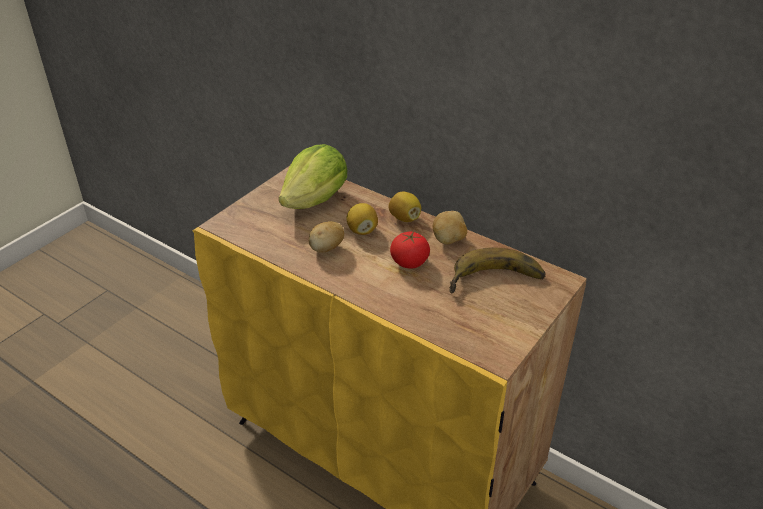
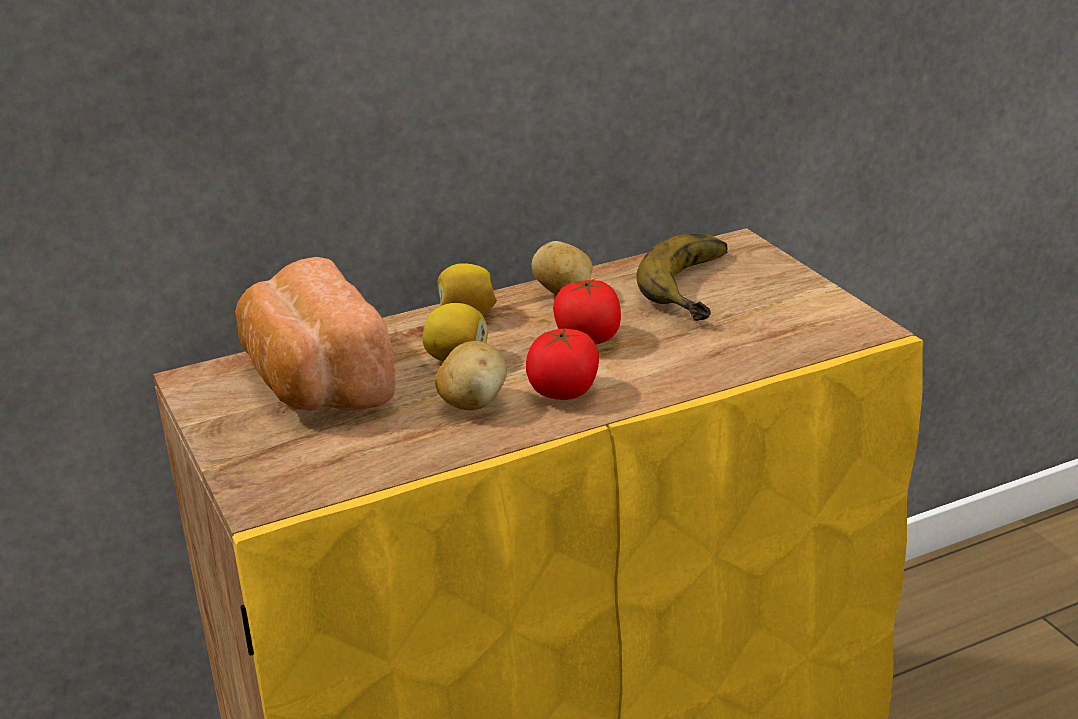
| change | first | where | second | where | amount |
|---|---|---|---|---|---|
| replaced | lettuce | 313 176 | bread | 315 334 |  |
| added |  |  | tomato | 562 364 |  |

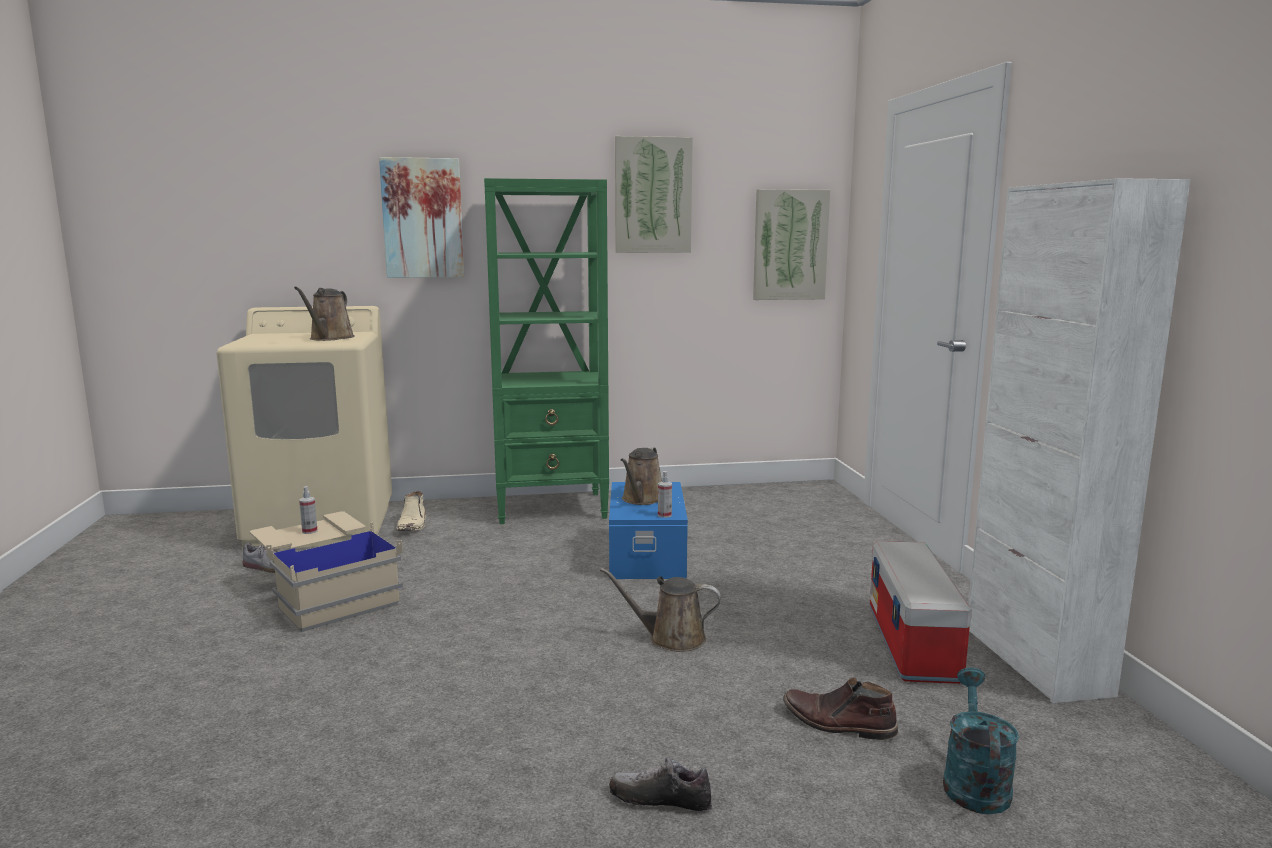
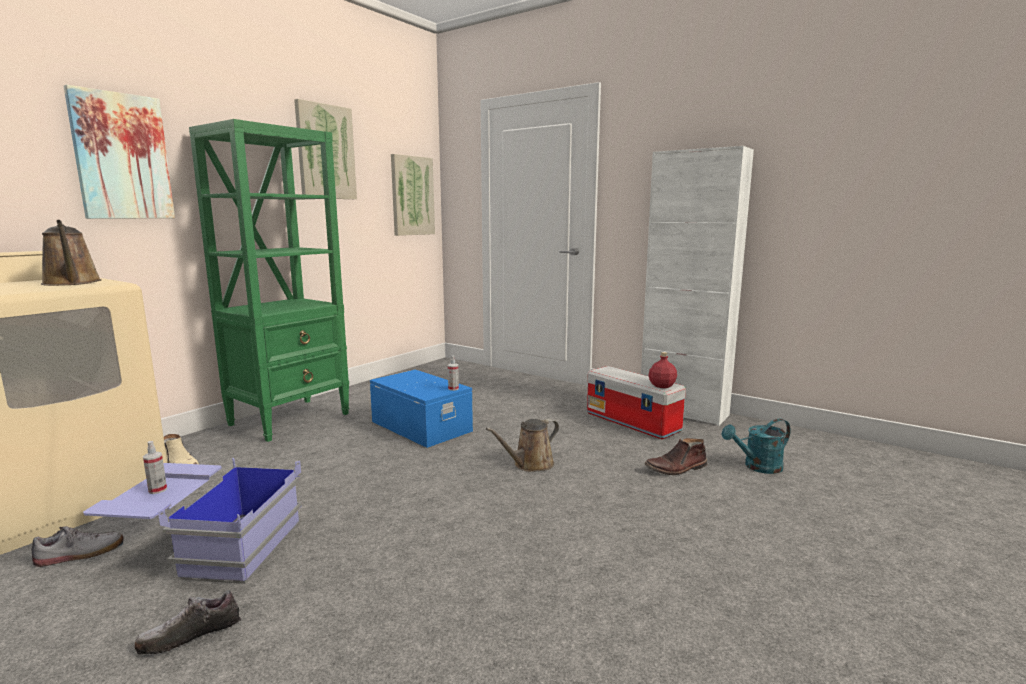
| change | first | where | second | where | amount |
|---|---|---|---|---|---|
| recoloured | storage box (beige) | 326 571 | storage box (blue) | 192 521 |  |
| moved | shoe | 660 784 |  | 188 622 |  |
| removed | watering can (brown) | 641 476 |  |  |  |
| turned | watering can (turquoise) | 981 741 |  | 756 446 | 75 degrees counterclockwise |
| added |  |  | bottle (red) | 663 370 |  |

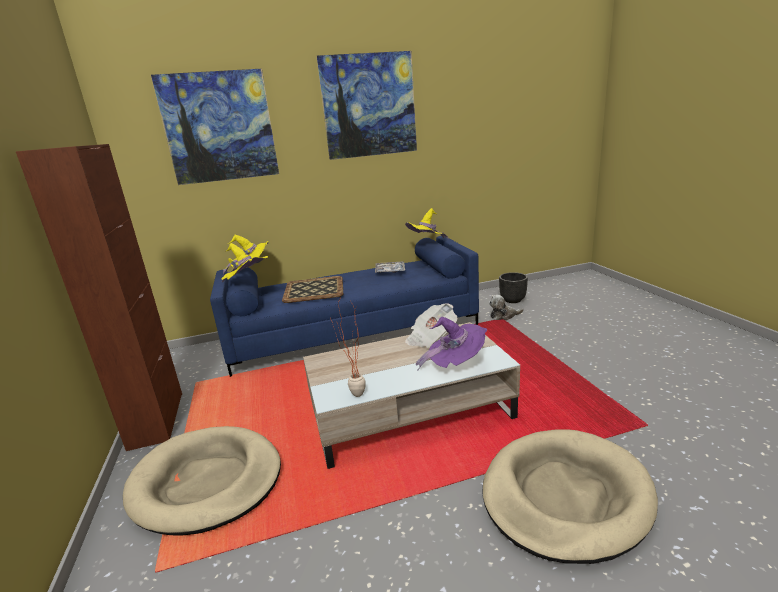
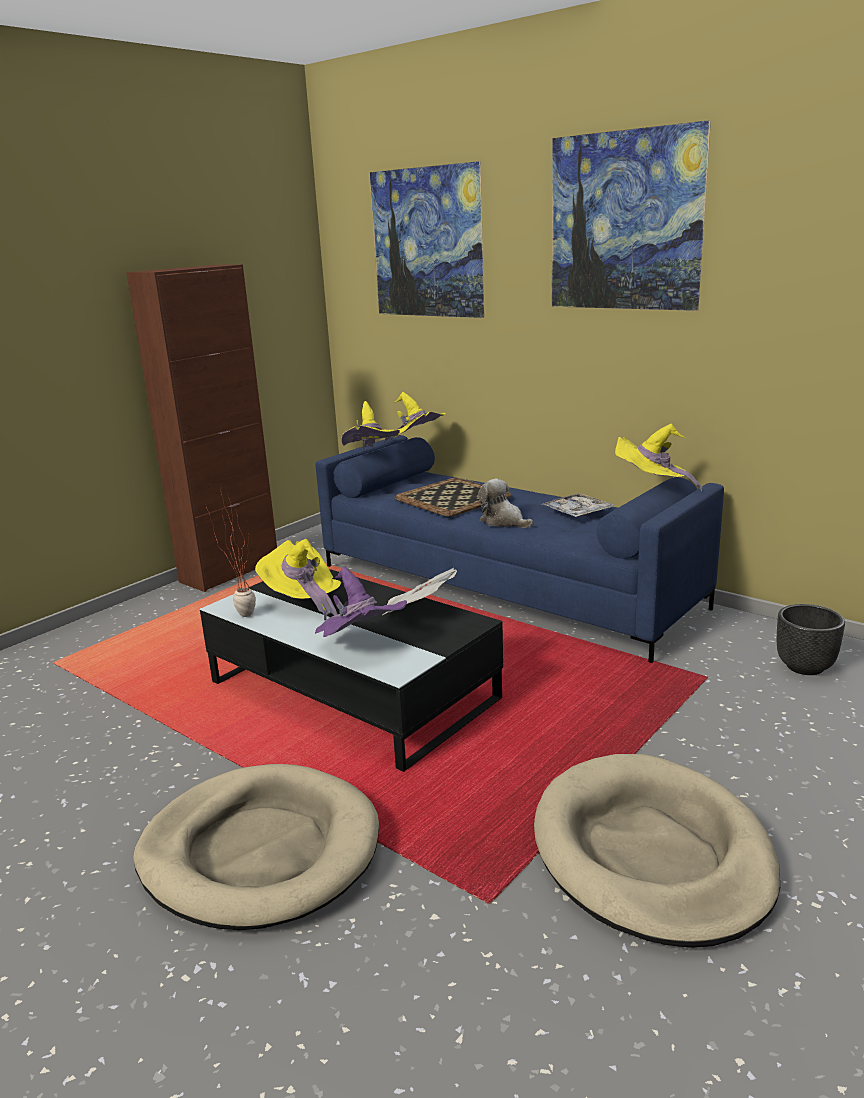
| change | first | where | second | where | amount |
|---|---|---|---|---|---|
| moved | dog bed (beige) | 202 481 |  | 657 851 |  |
| recoloured | coffee table (beige) | 411 395 | coffee table (black) | 351 670 |  |
| moved | plush toy | 506 308 |  | 505 503 |  |
| added |  |  | hat (yellow) | 298 579 |  |

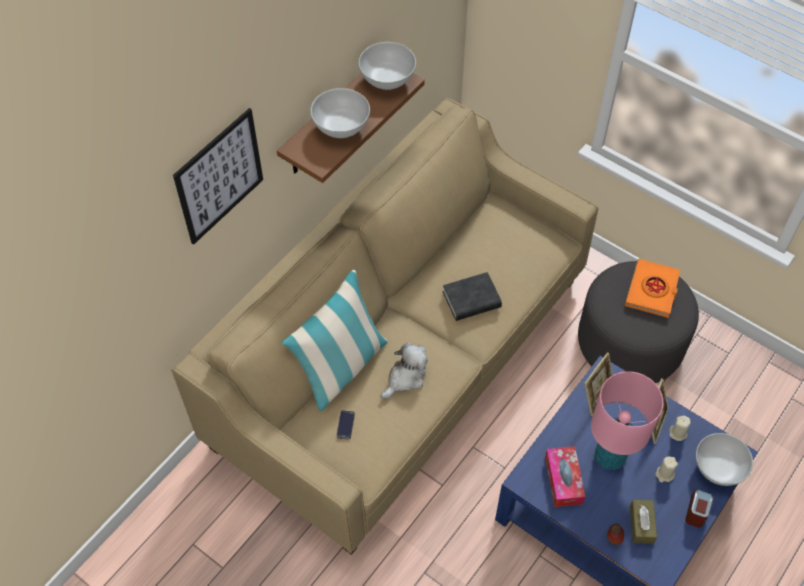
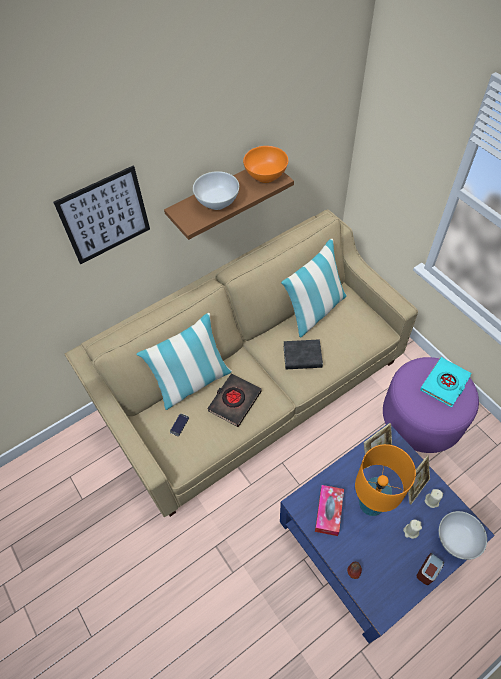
| change | first | where | second | where | amount |
|---|---|---|---|---|---|
| recoloured | bowl (white) | 387 66 | bowl (orange) | 265 164 |  |
| replaced | plush toy | 404 370 | book (black) | 234 400 |  |
| recoloured | ottoman (grey) | 638 322 | ottoman (purple) | 431 405 |  |
| recoloured | table lamp (pink) | 627 420 | table lamp (orange) | 385 480 |  |
| recoloured | book (orange) | 652 288 | book (turquoise) | 446 382 |  |
| removed | tissue box (brown) | 643 522 |  |  |  |
| added |  |  | pillow | 314 288 |  |

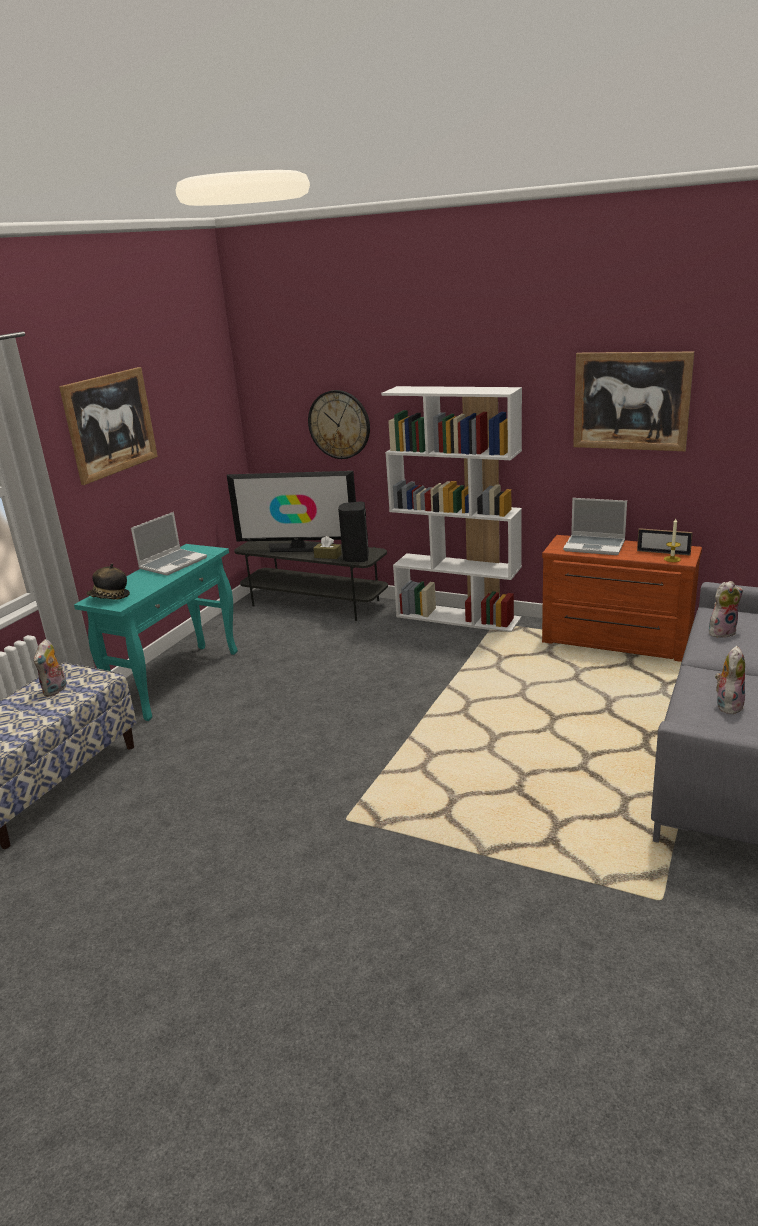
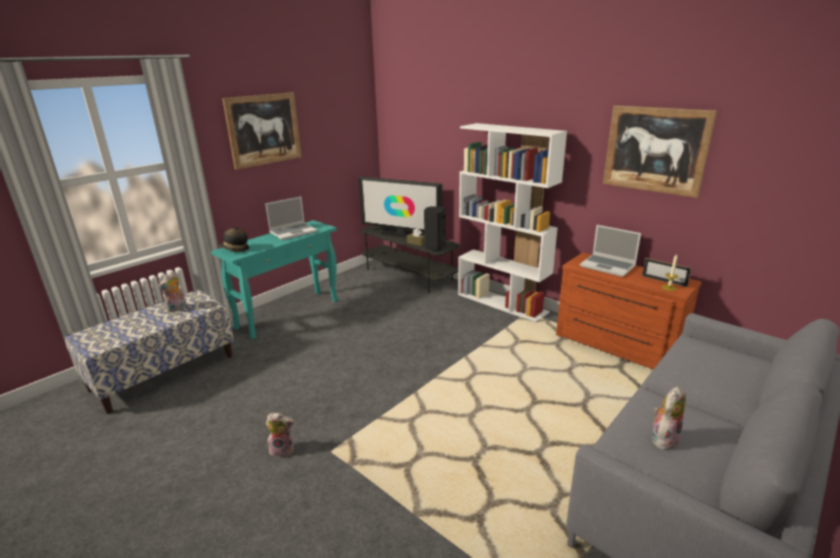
| change | first | where | second | where | amount |
|---|---|---|---|---|---|
| removed | wall clock | 339 424 |  |  |  |
| moved | plush toy | 726 609 |  | 280 435 |  |

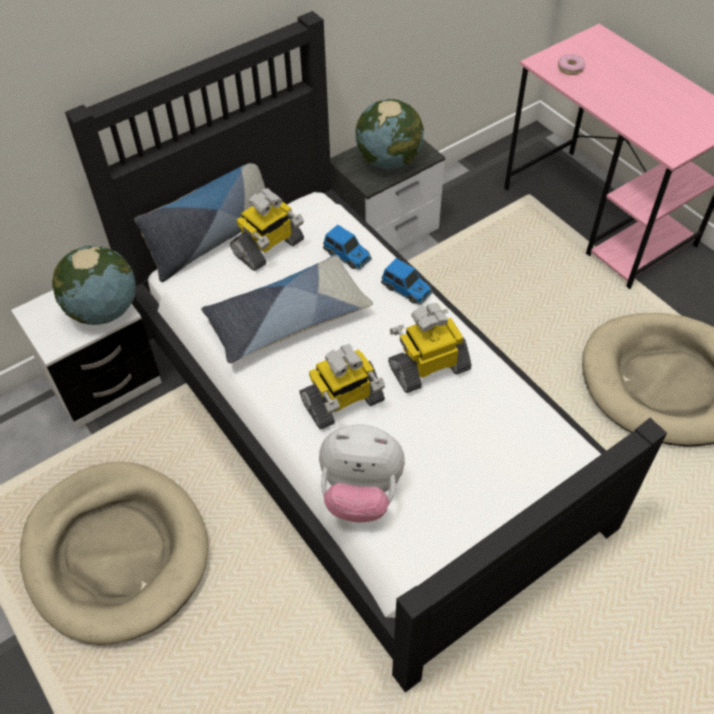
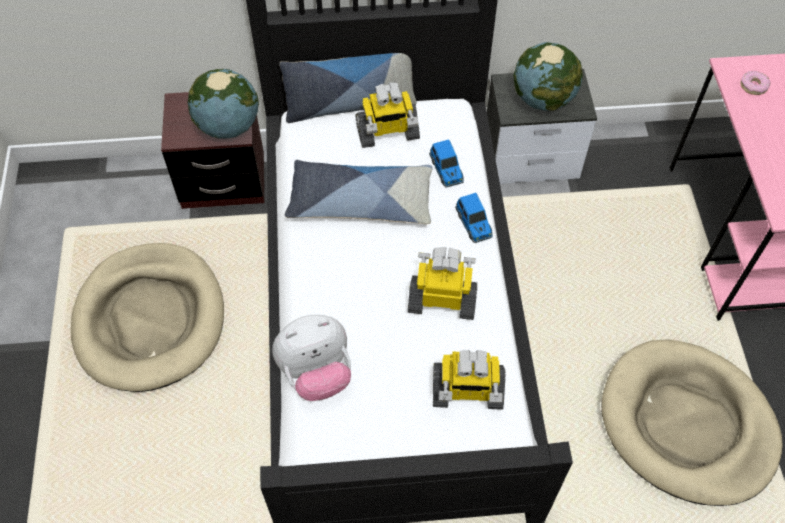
| change | first | where | second | where | amount |
|---|---|---|---|---|---|
| recoloured | nightstand (white) | 86 359 | nightstand (brown) | 212 150 |  |
| moved | toy robot | 342 387 |  | 469 380 |  |
| turned | plush toy | 362 473 |  | 311 358 | 60 degrees counterclockwise |

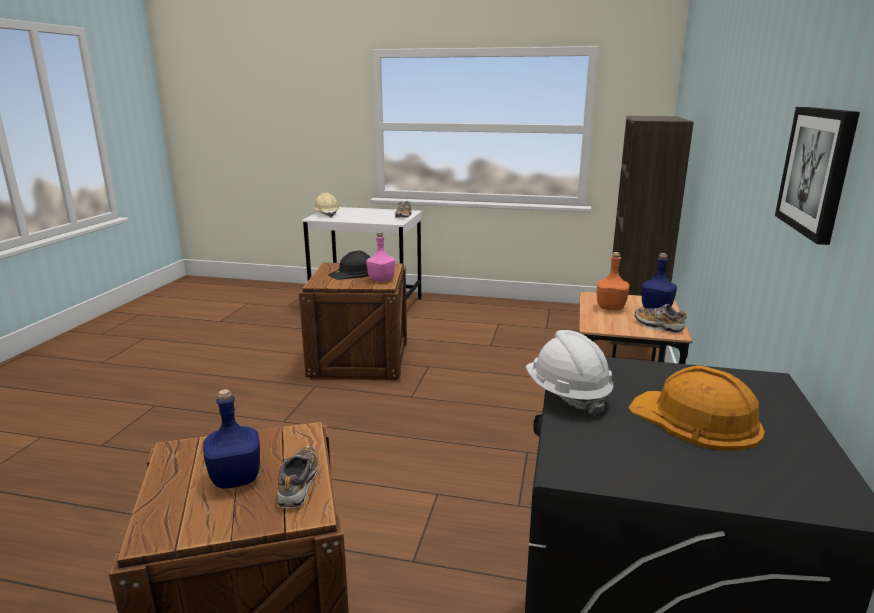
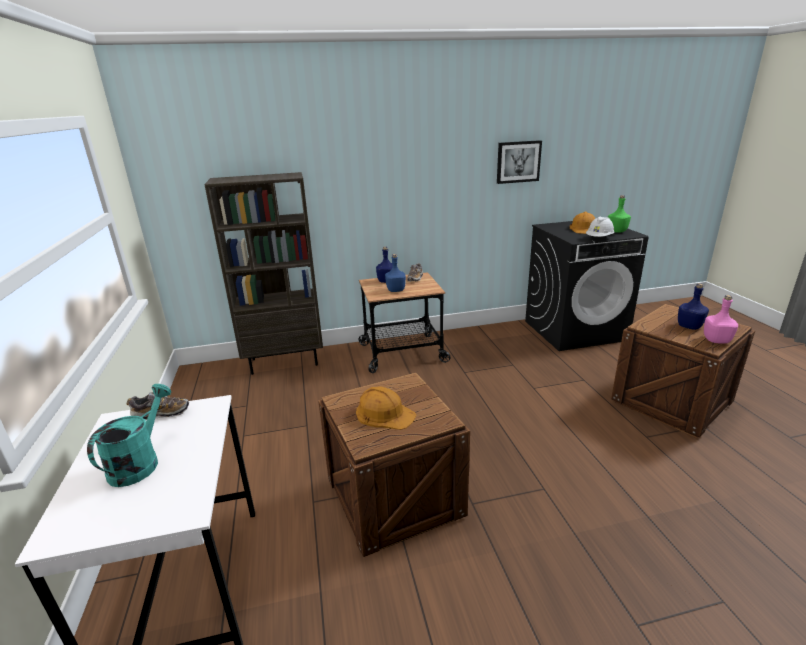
| change | first | where | second | where | amount |
|---|---|---|---|---|---|
| removed | shoe | 298 477 |  |  |  |
| removed | hard hat (beige) | 326 205 |  |  |  |
| recoloured | hard hat (black) | 349 265 | hard hat (orange) | 386 408 |  |
| moved | bottle (pink) | 381 257 |  | 721 319 |  |
| recoloured | bottle (orange) | 613 281 | bottle (blue) | 395 273 |  |
| added |  |  | watering can (turquoise) | 129 435 |  |
| added |  |  | bottle (green) | 619 214 |  |

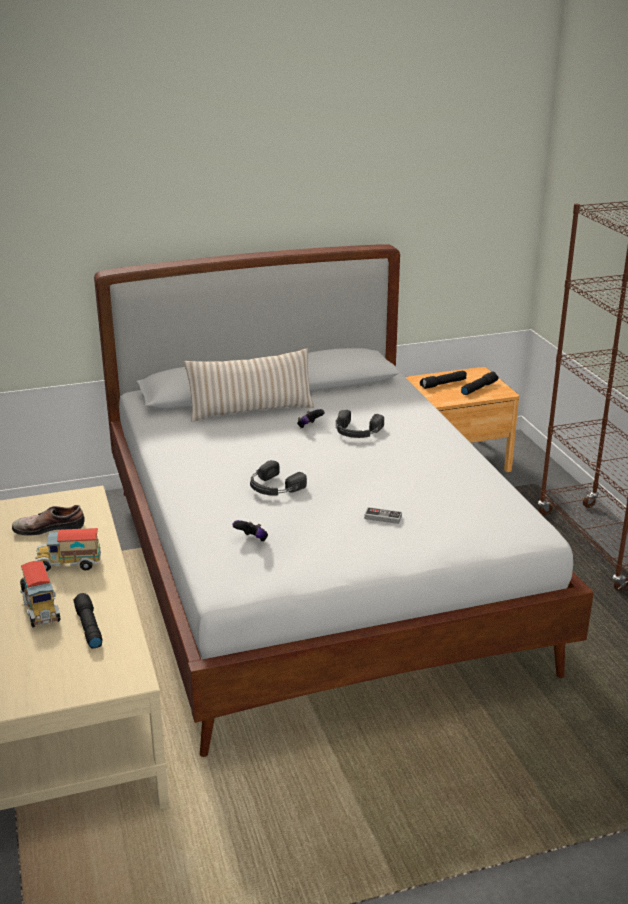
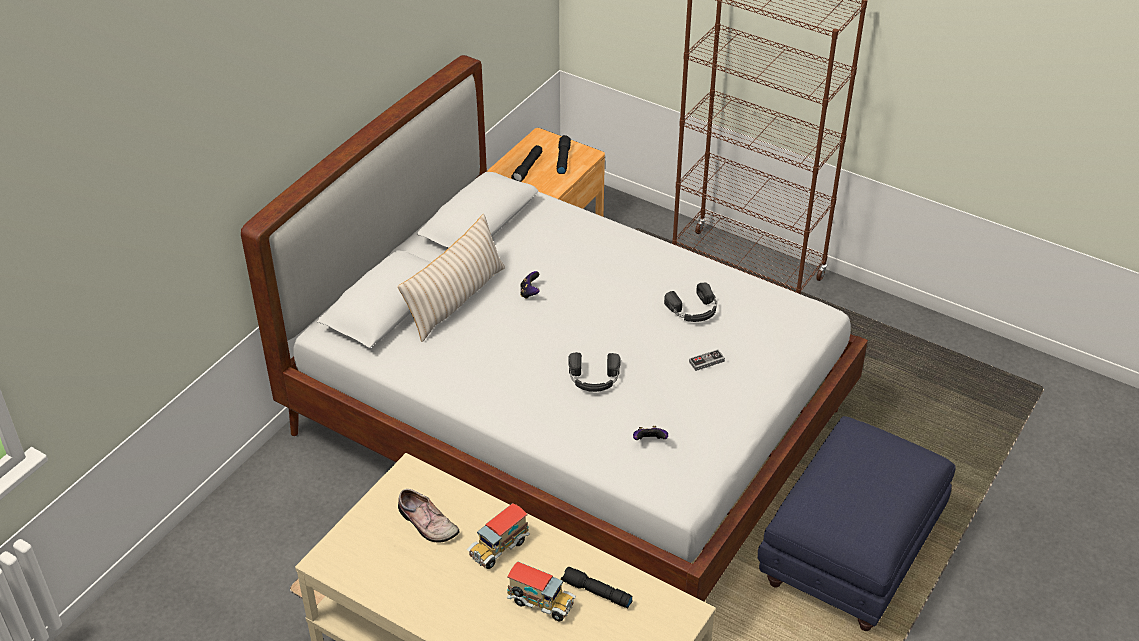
| change | first | where | second | where | amount |
|---|---|---|---|---|---|
| turned | shoe | 48 520 |  | 429 516 | 90 degrees counterclockwise |
| moved | headphones (black) | 360 424 |  | 690 302 |  |
| added |  |  | ottoman (blue) | 857 523 |  |

